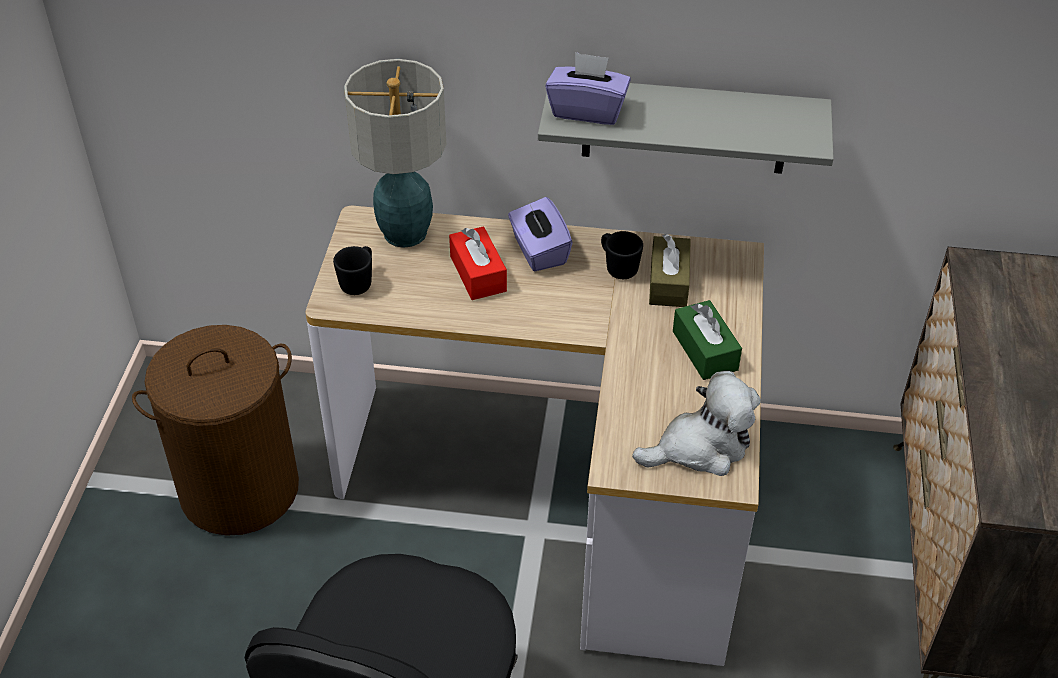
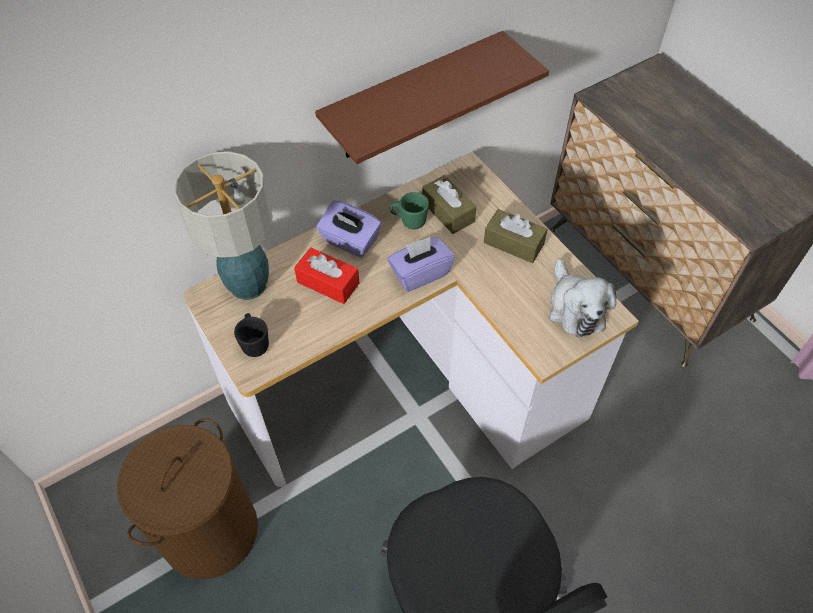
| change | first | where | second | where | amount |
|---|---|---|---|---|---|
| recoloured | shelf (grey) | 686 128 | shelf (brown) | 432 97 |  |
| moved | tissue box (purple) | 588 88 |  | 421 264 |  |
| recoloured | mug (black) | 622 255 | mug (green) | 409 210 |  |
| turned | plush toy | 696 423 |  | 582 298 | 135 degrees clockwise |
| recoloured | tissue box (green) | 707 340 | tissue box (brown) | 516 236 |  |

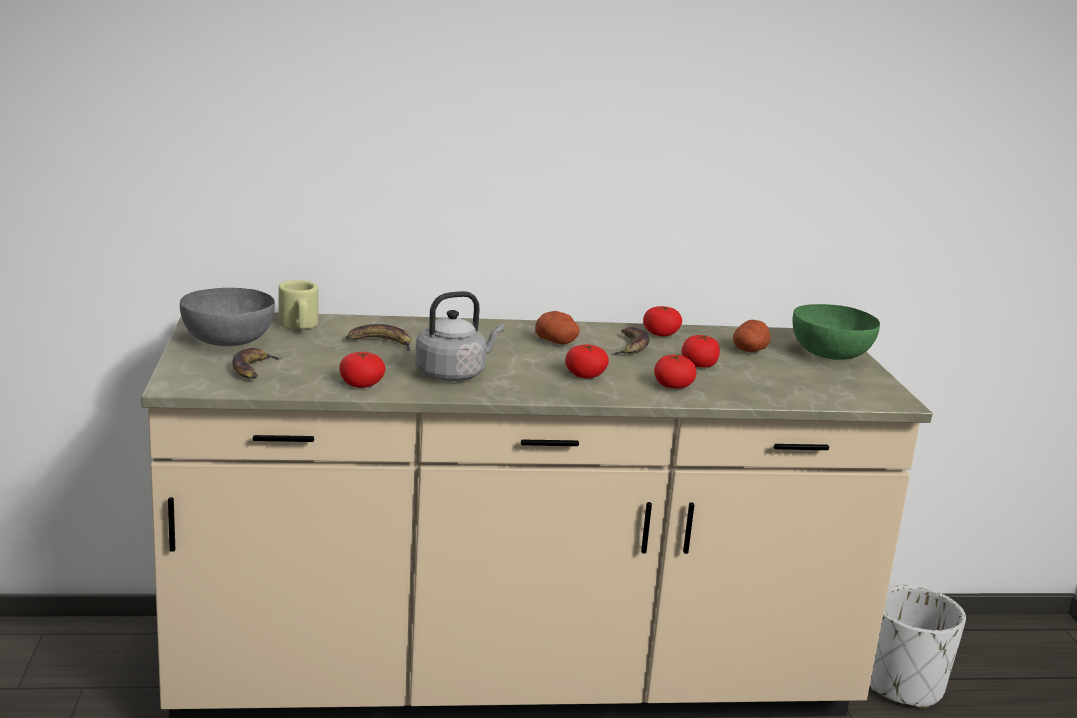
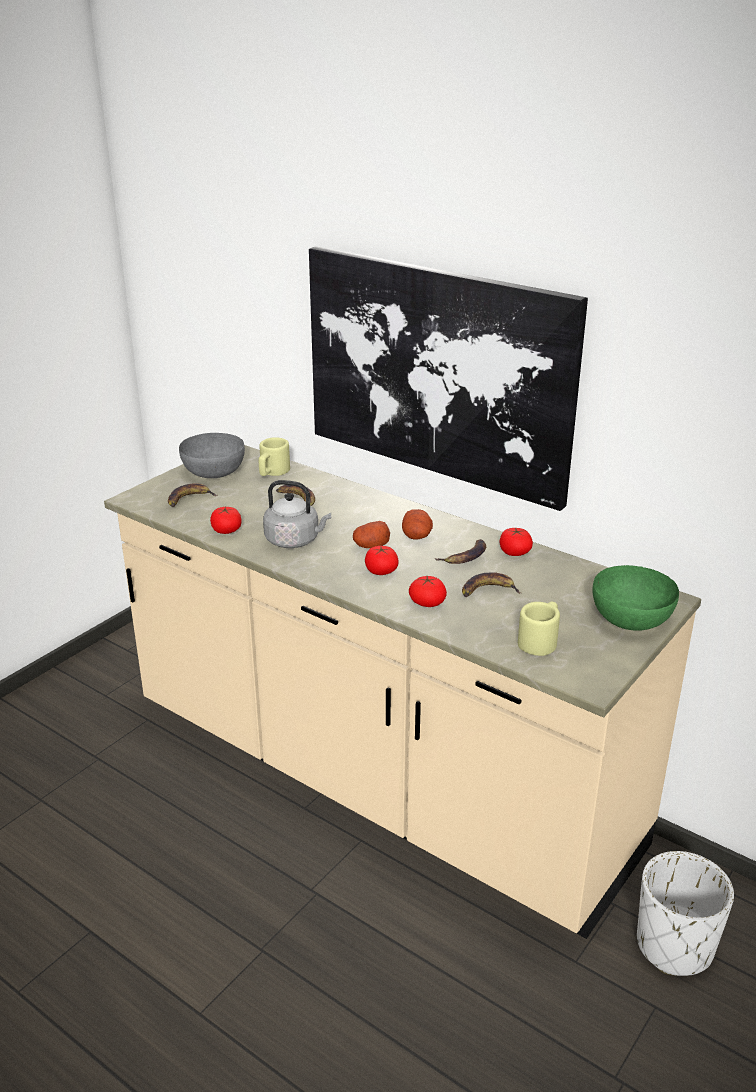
| change | first | where | second | where | amount |
|---|---|---|---|---|---|
| replaced | tomato | 701 351 | banana | 491 584 |  |
| moved | potato | 751 336 |  | 371 534 |  |
| added |  |  | picture | 448 378 |  |
| added |  |  | mug (beige) | 539 629 |  |

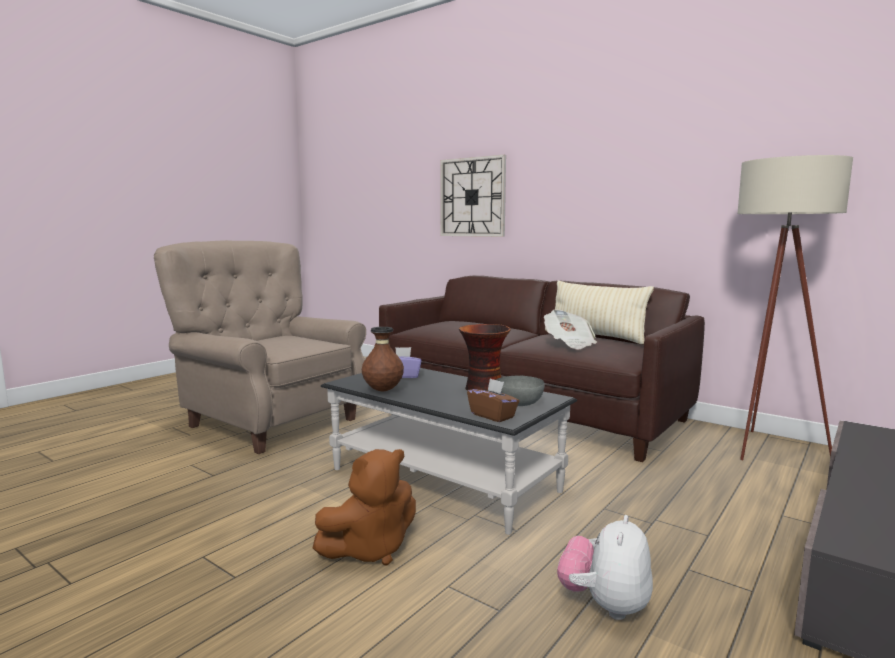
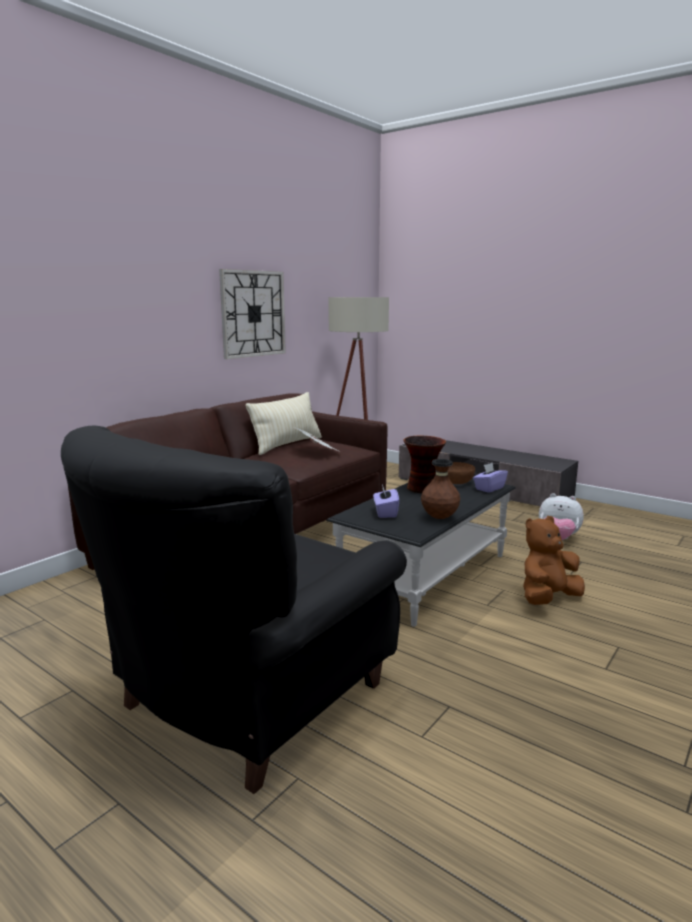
| change | first | where | second | where | amount |
|---|---|---|---|---|---|
| recoloured | armchair (beige) | 260 347 | armchair (black) | 234 610 |  |
| turned | plush toy (brown) | 364 507 |  | 554 560 | 90 degrees counterclockwise |
| moved | wall clock | 473 196 |  | 252 314 |  |
| recoloured | tissue box (brown) | 493 400 | tissue box (purple) | 490 477 |  |
| recoloured | bowl (grey) | 520 391 | bowl (brown) | 461 473 |  |

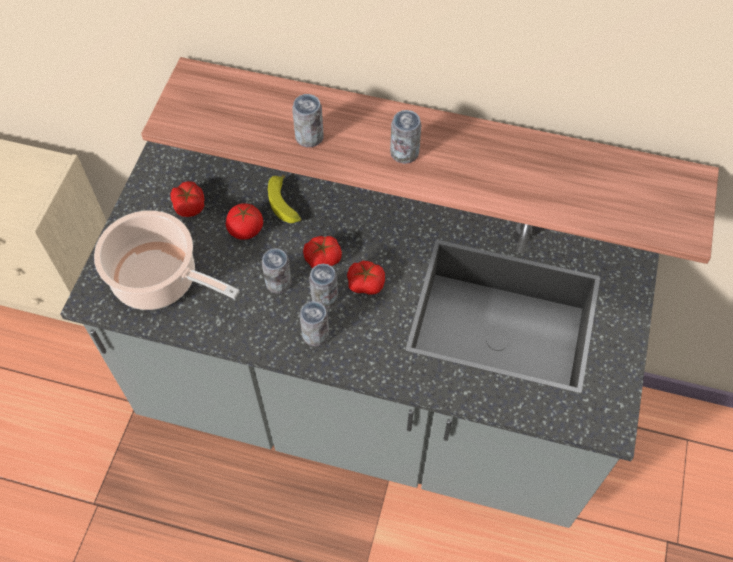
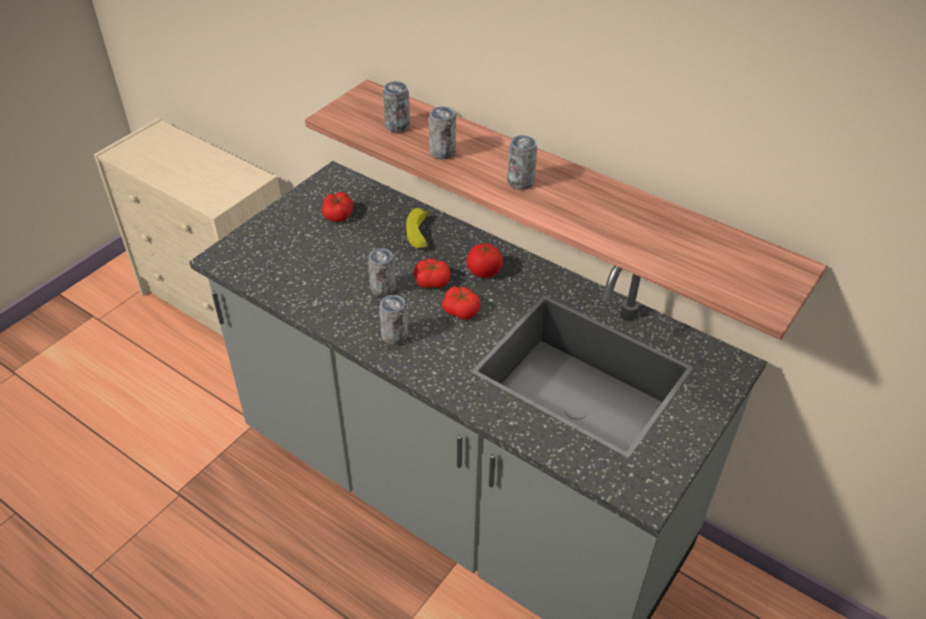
| change | first | where | second | where | amount |
|---|---|---|---|---|---|
| removed | cooking pot | 167 260 |  |  |  |
| moved | tomato | 244 221 |  | 484 260 |  |
| moved | can | 323 286 |  | 396 107 |  |

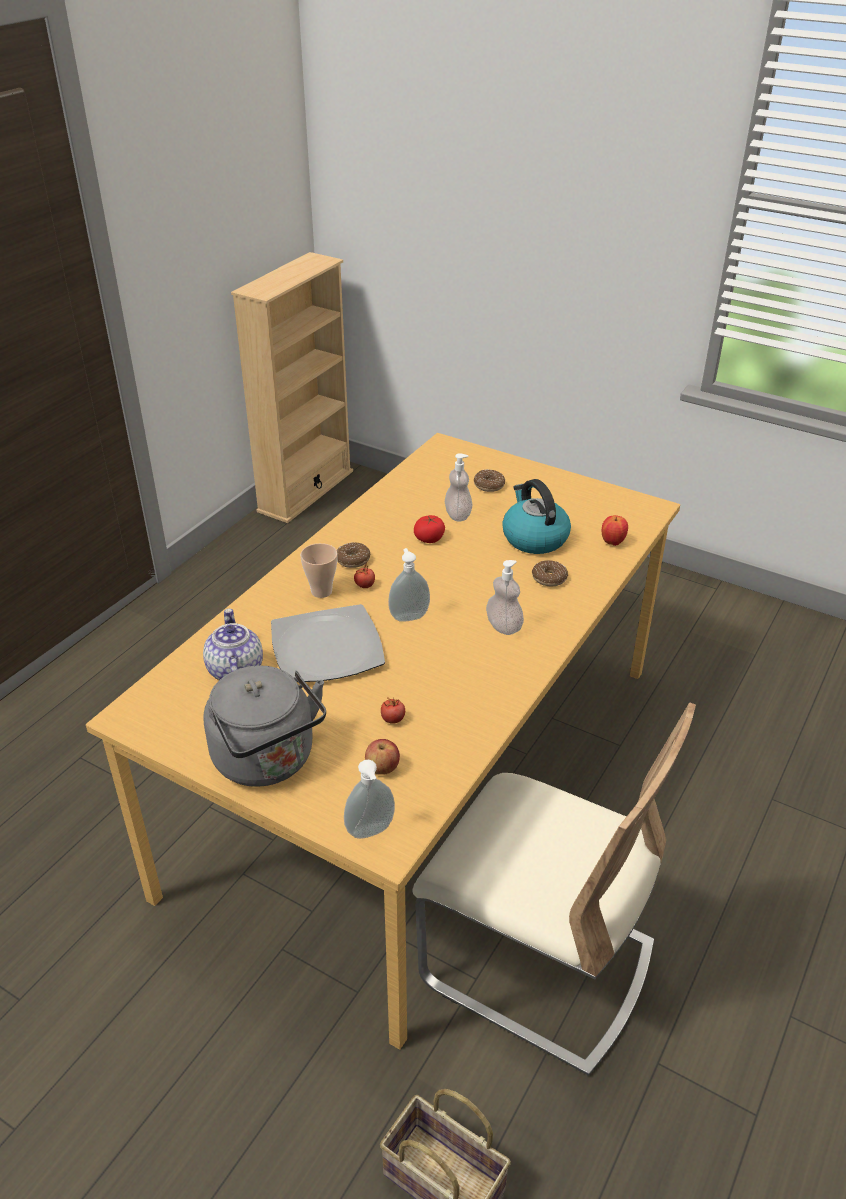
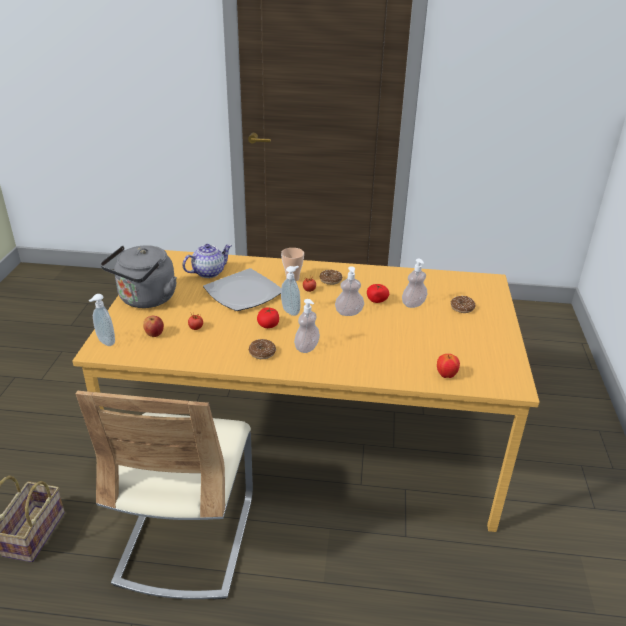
| change | first | where | second | where | amount |
|---|---|---|---|---|---|
| removed | bookcase (beige) | 292 387 |  |  |  |
| removed | kettle | 536 516 |  |  |  |
| moved | donut | 550 573 |  | 262 349 |  |
| added |  |  | tomato | 268 317 |  |
| added |  |  | soap dispenser | 349 291 |  |

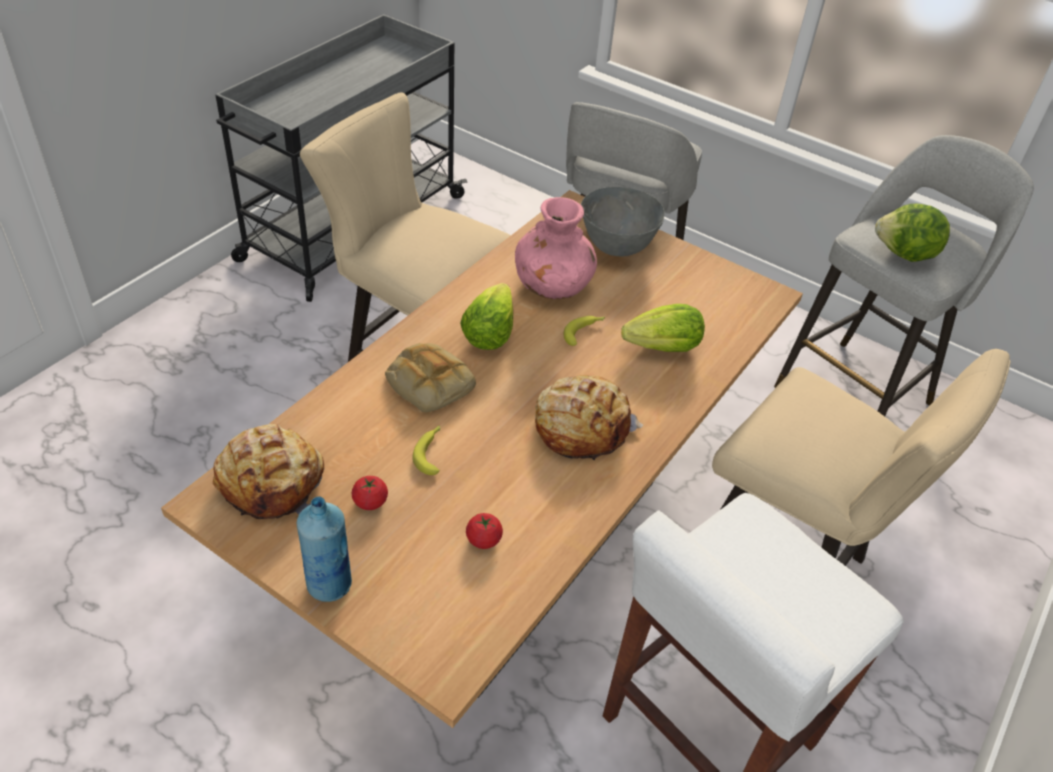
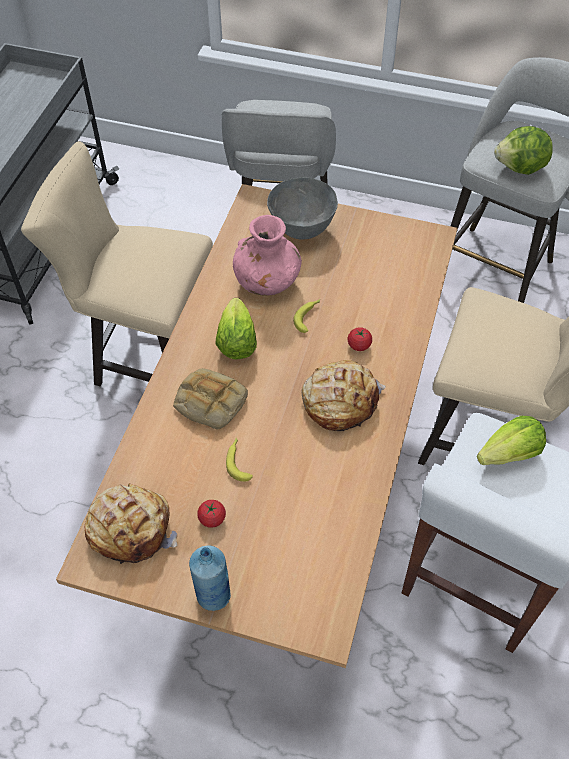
| change | first | where | second | where | amount |
|---|---|---|---|---|---|
| moved | tomato | 484 531 |  | 360 339 |  |
| moved | lettuce | 663 328 |  | 511 440 |  |

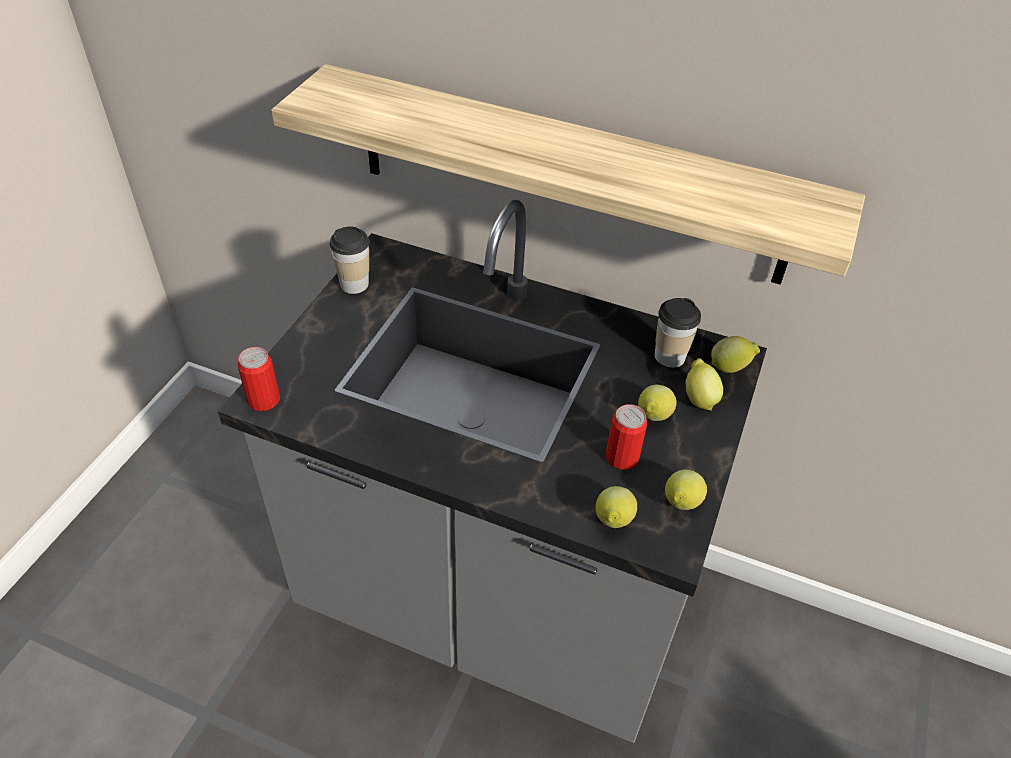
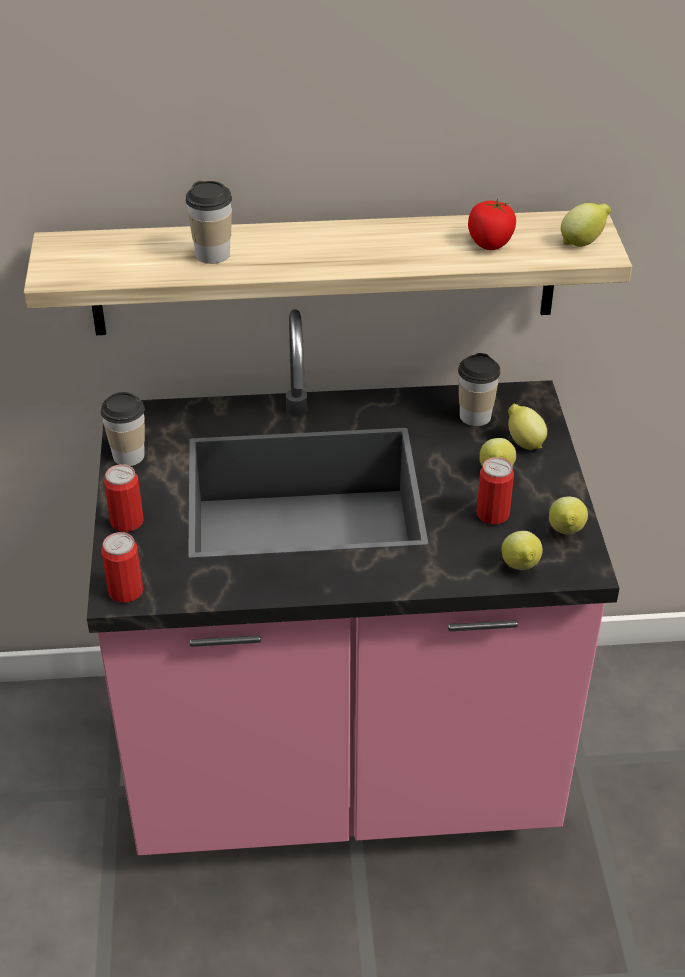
| change | first | where | second | where | amount |
|---|---|---|---|---|---|
| recoloured | counter (grey) | 492 471 | counter (pink) | 353 582 |  |
| moved | lemon | 735 354 |  | 586 225 |  |
| added |  |  | can | 124 498 |  |
| added |  |  | cup | 208 222 |  |
| added |  |  | tomato | 492 224 |  |

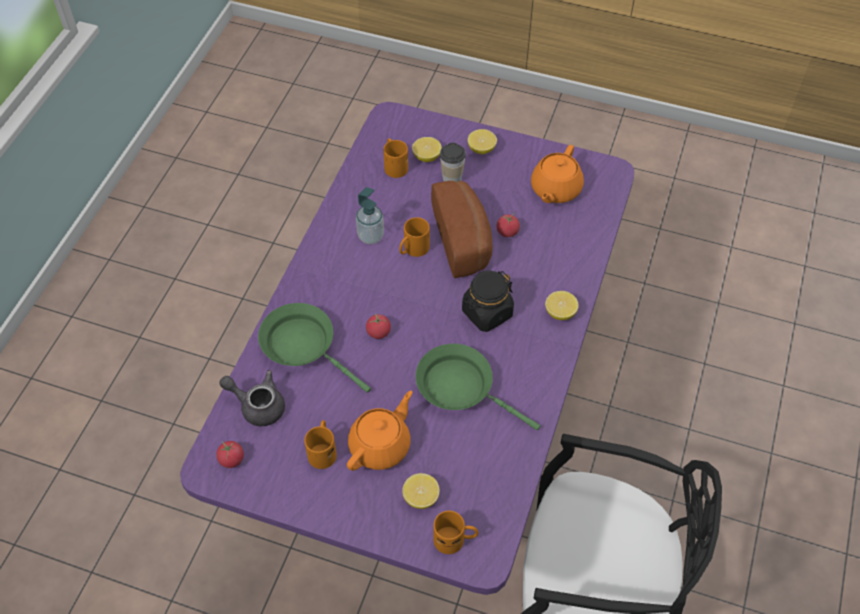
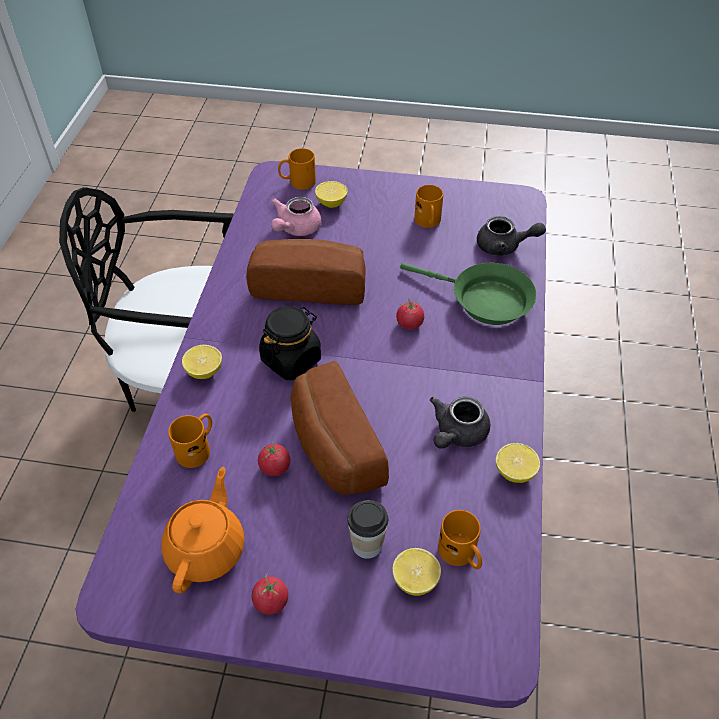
| change | first | where | second | where | amount |
|---|---|---|---|---|---|
| moved | tomato | 230 454 |  | 270 594 |  |
| removed | teapot (orange) | 379 431 |  |  |  |
| replaced | soap dispenser | 370 215 | teapot (grey) | 460 423 |  |
| moved | mug (orange) | 414 237 |  | 190 441 |  |
| replaced | frying pan (green) | 477 387 | bread | 306 272 |  |
| moved | lemon | 482 141 |  | 518 463 |  |
| added |  |  | teapot (pink) | 296 216 |  |

